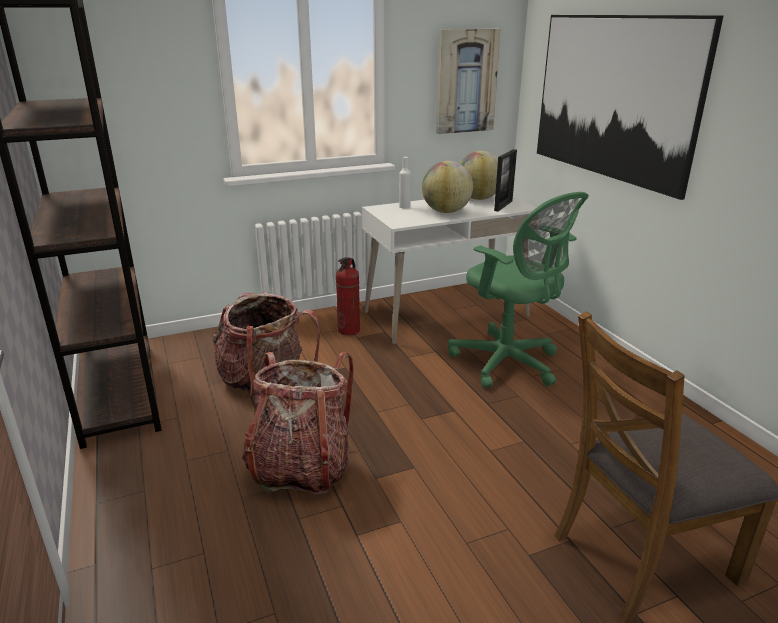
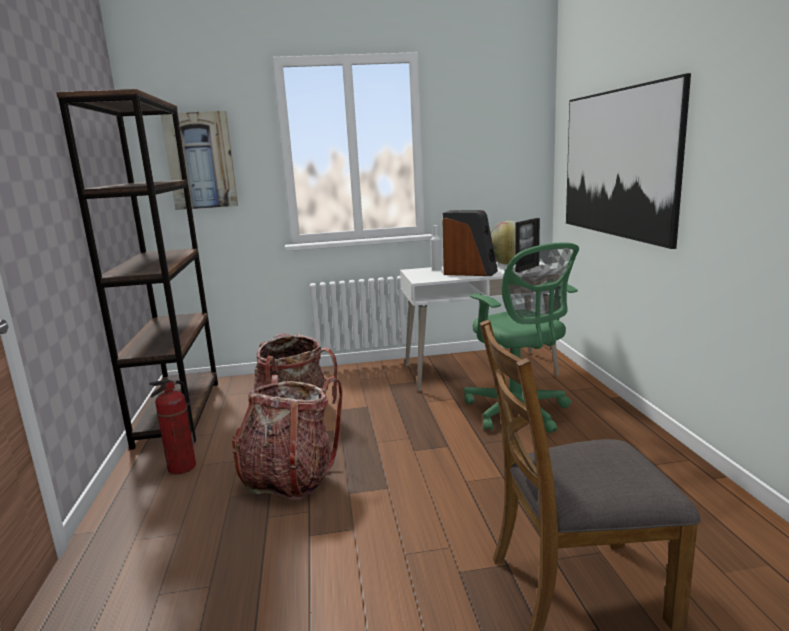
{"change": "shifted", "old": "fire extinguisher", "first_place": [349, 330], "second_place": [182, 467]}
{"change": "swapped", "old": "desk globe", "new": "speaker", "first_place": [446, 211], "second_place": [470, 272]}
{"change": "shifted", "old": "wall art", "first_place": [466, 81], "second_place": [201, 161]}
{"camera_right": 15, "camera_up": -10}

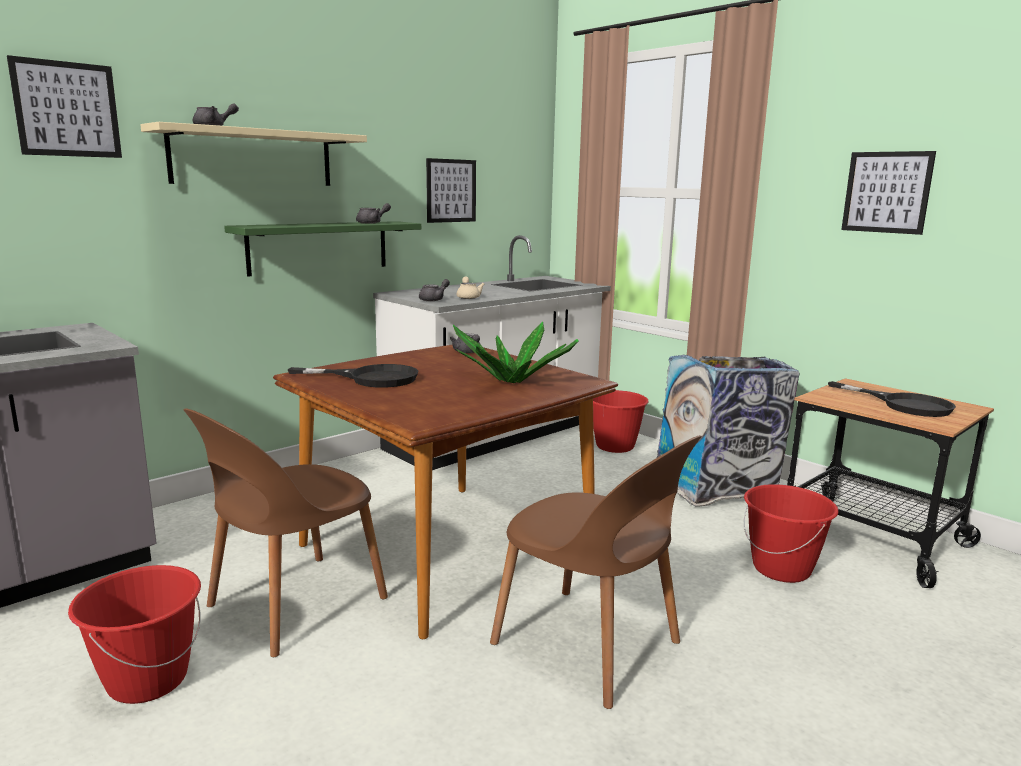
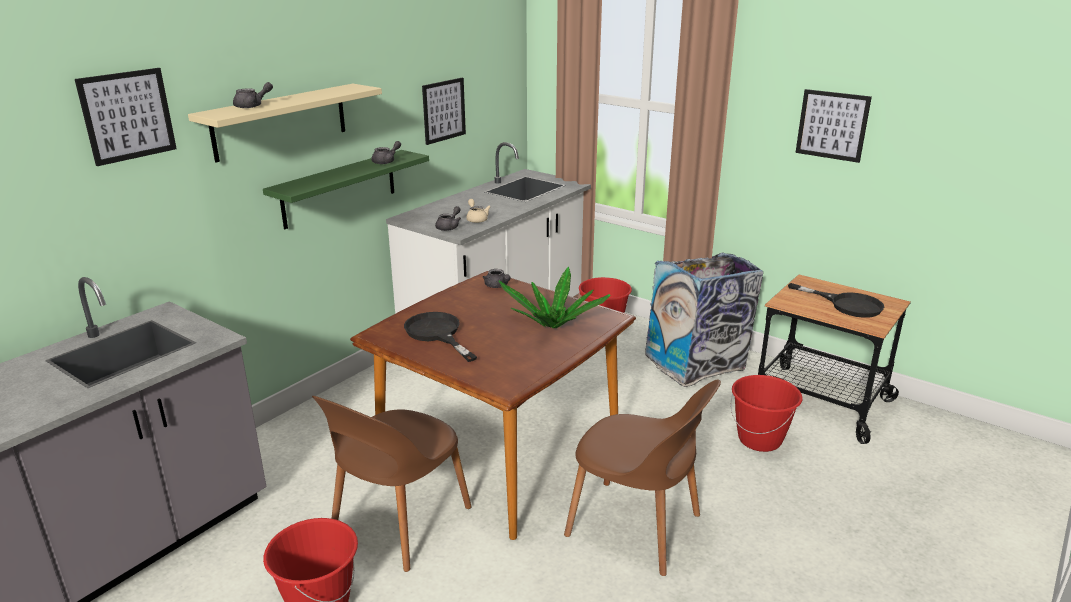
{"change": "rotated", "old": "pan (black-coloured)", "first_place": [371, 378], "second_place": [437, 334], "degrees": -120}
{"camera_right": -10, "camera_up": 10}

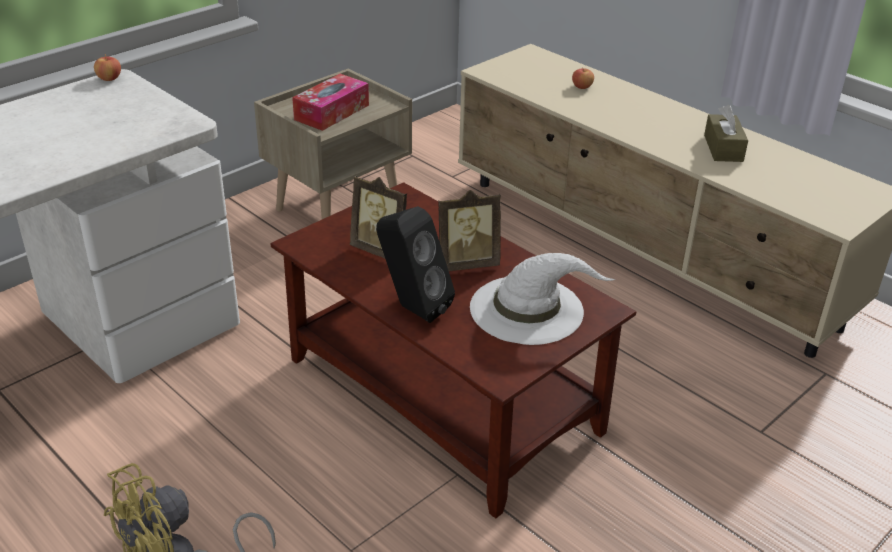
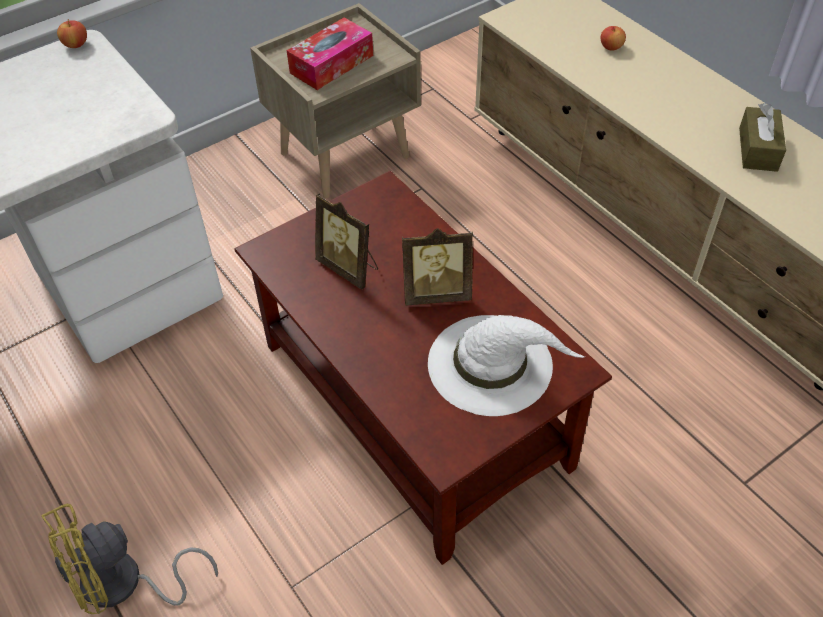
{"change": "gone", "old": "speaker (black-coloured)", "first_place": [412, 308]}
{"camera_right": 10, "camera_up": 15}

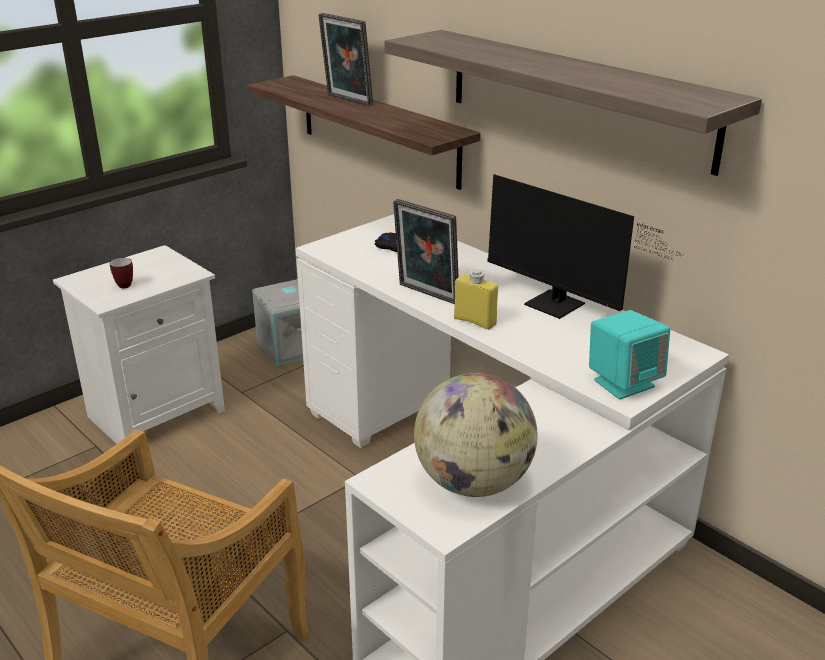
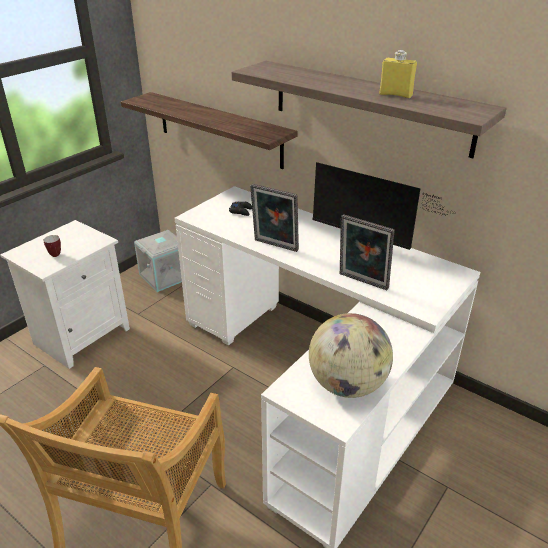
{"change": "shifted", "old": "photo frame", "first_place": [347, 100], "second_place": [362, 282]}
{"change": "shifted", "old": "bottle (yellow-coloured)", "first_place": [475, 321], "second_place": [395, 95]}
{"change": "gone", "old": "speaker (turquoise-coloured)", "first_place": [623, 383]}
{"camera_right": -10, "camera_up": 5}

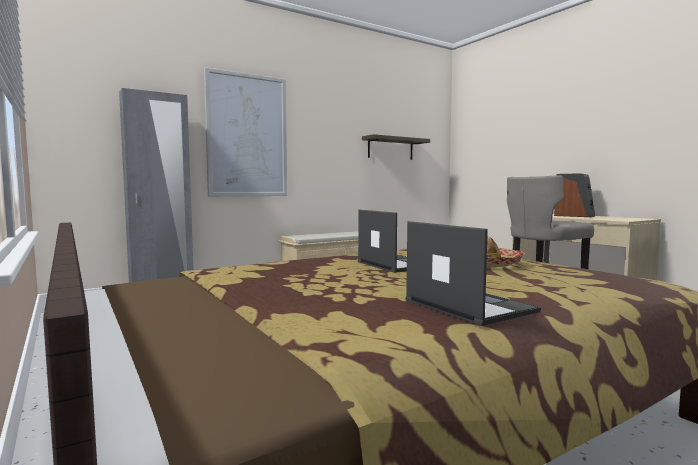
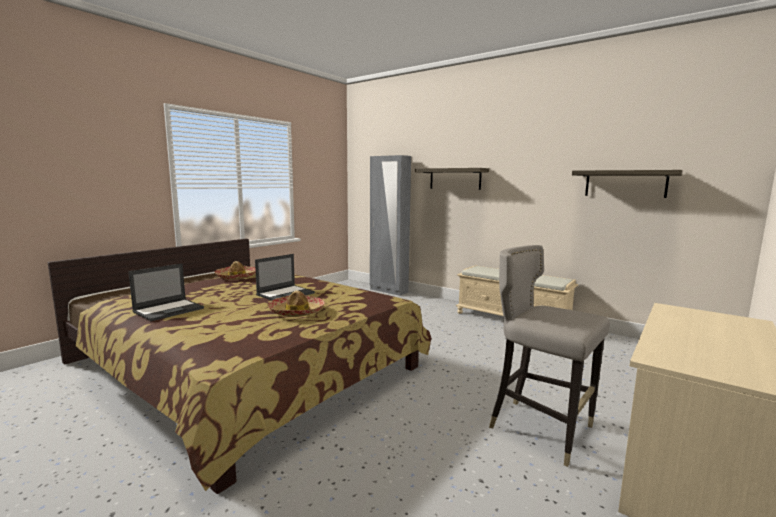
{"change": "swapped", "old": "wall art", "new": "bracket shelf", "first_place": [247, 136], "second_place": [455, 178]}
{"change": "gone", "old": "speaker", "first_place": [574, 216]}
{"change": "new", "new": "wearable hat", "second_place": [237, 277]}
{"camera_right": 70, "camera_up": 5}

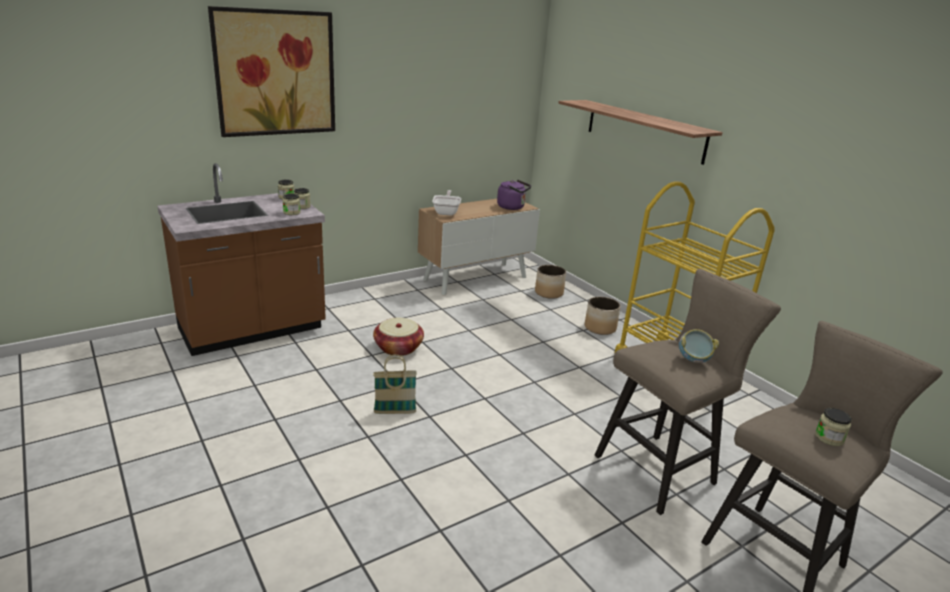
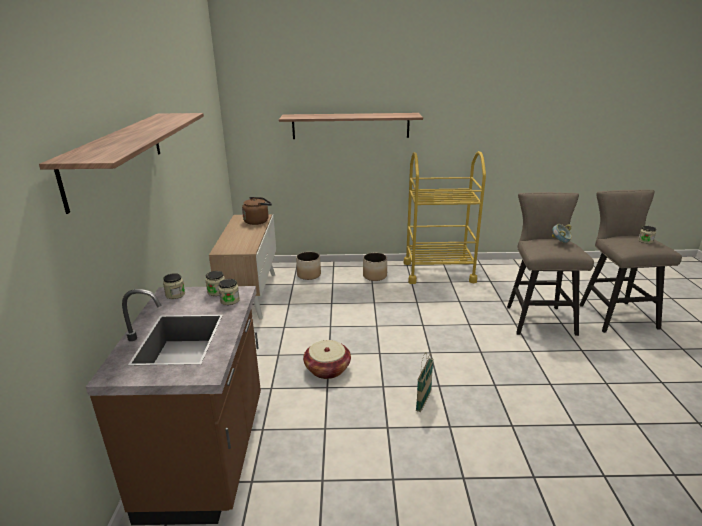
{"change": "swapped", "old": "wall art", "new": "bracket shelf", "first_place": [275, 73], "second_place": [117, 155]}
{"change": "gone", "old": "pan", "first_place": [447, 212]}
{"change": "repainted", "old": "water kettle (purple)", "new": "water kettle (brown)", "first_place": [512, 207], "second_place": [258, 221]}
{"camera_right": -55, "camera_up": 0}

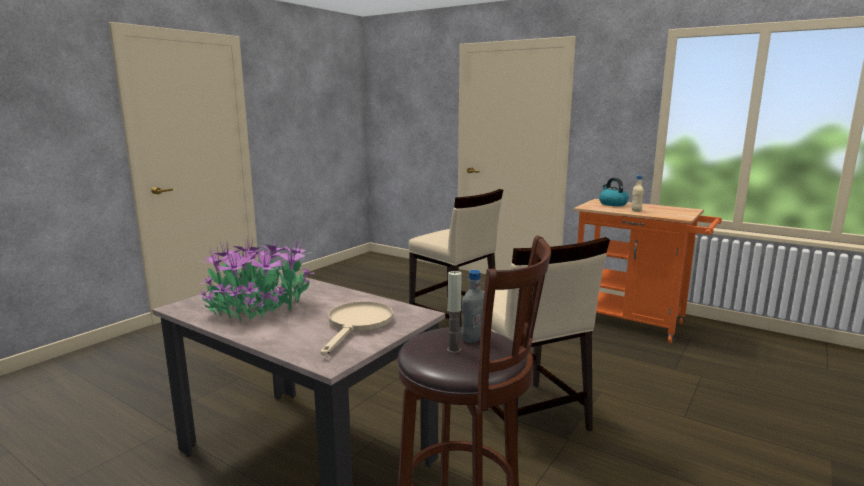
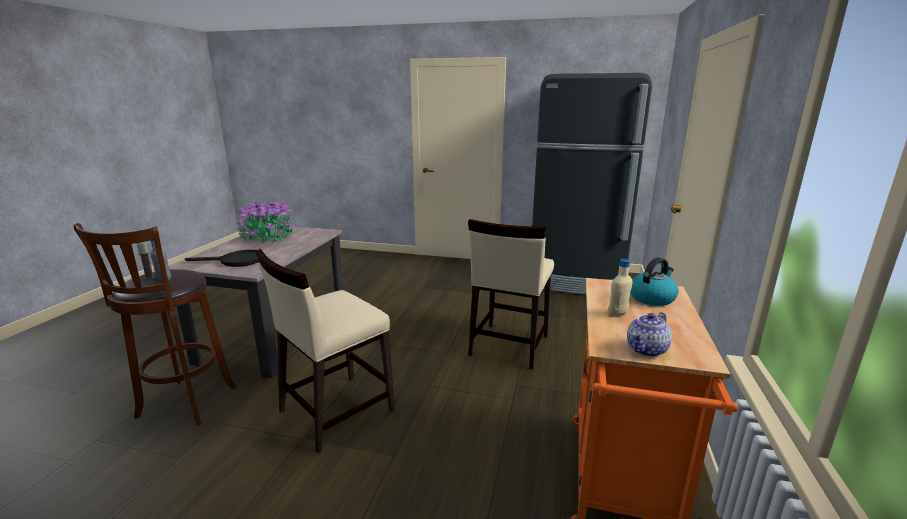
{"change": "repainted", "old": "pan (sand-coloured)", "new": "pan (black-coloured)", "first_place": [357, 325], "second_place": [236, 261]}
{"change": "new", "new": "kitchen fridge (black-coloured)", "second_place": [576, 280]}
{"change": "new", "new": "tea pot", "second_place": [647, 350]}
{"camera_right": 70, "camera_up": 5}

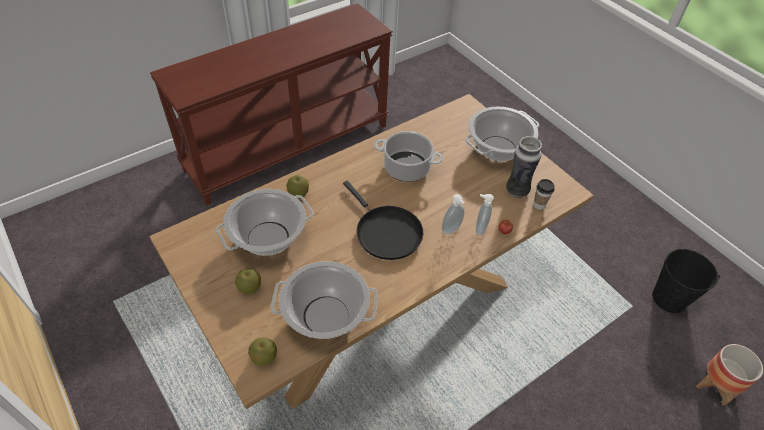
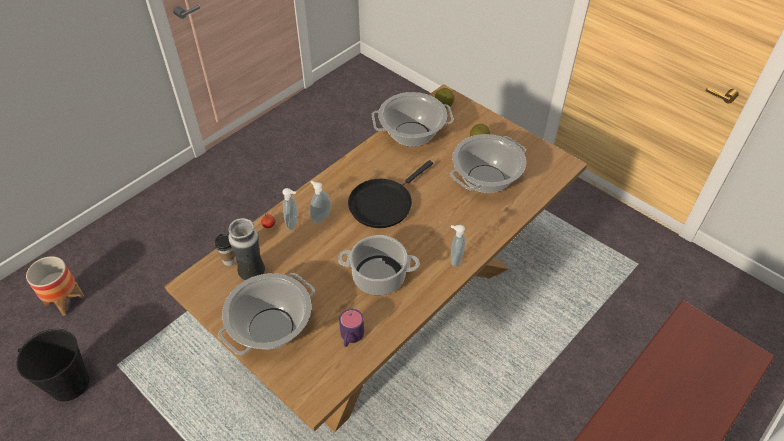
{"change": "gone", "old": "whole apple", "first_place": [298, 194]}
{"change": "rotated", "old": "pan (black-coloured)", "first_place": [385, 232], "second_place": [383, 203], "degrees": -90}
{"change": "new", "new": "mug (purple)", "second_place": [350, 337]}
{"change": "new", "new": "liquid soap bottle", "second_place": [455, 259]}
{"camera_right": 170, "camera_up": 0}

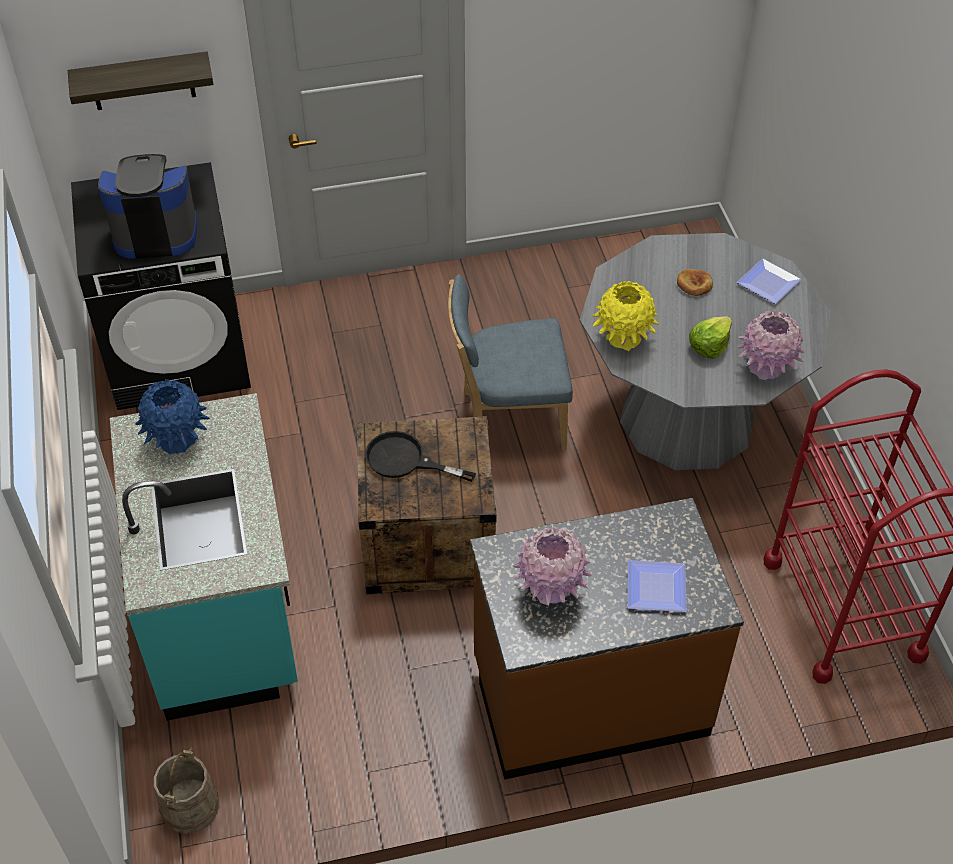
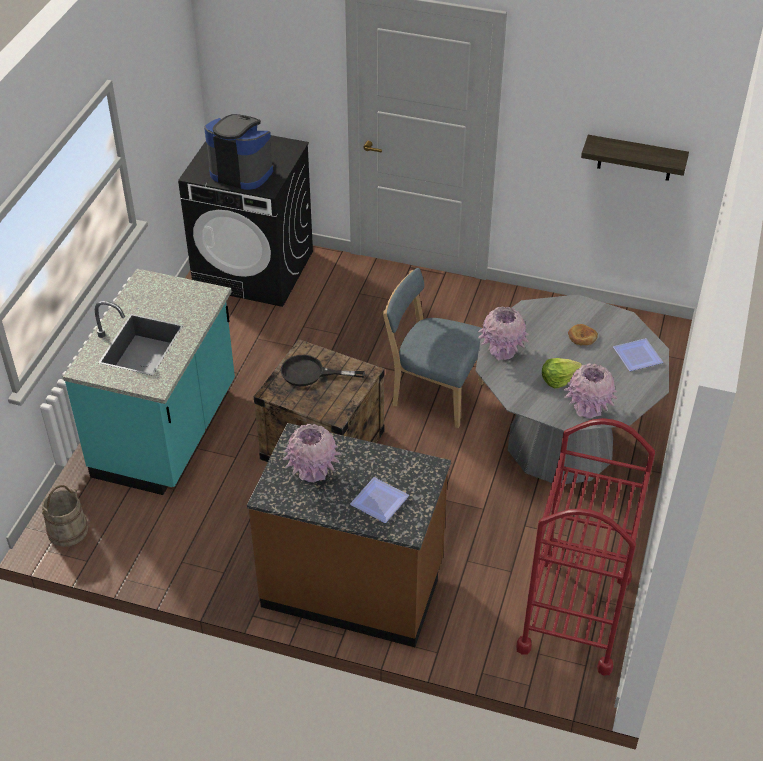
{"change": "shifted", "old": "bracket shelf", "first_place": [142, 81], "second_place": [635, 158]}
{"change": "gone", "old": "flower vase (blue-coloured)", "first_place": [177, 439]}
{"change": "rotated", "old": "pan (black-coloured)", "first_place": [405, 460], "second_place": [310, 373], "degrees": -45}
{"change": "repainted", "old": "flower vase (yellow-coloured)", "new": "flower vase (pinkish)", "first_place": [623, 338], "second_place": [502, 351]}
{"camera_right": 30, "camera_up": -5}

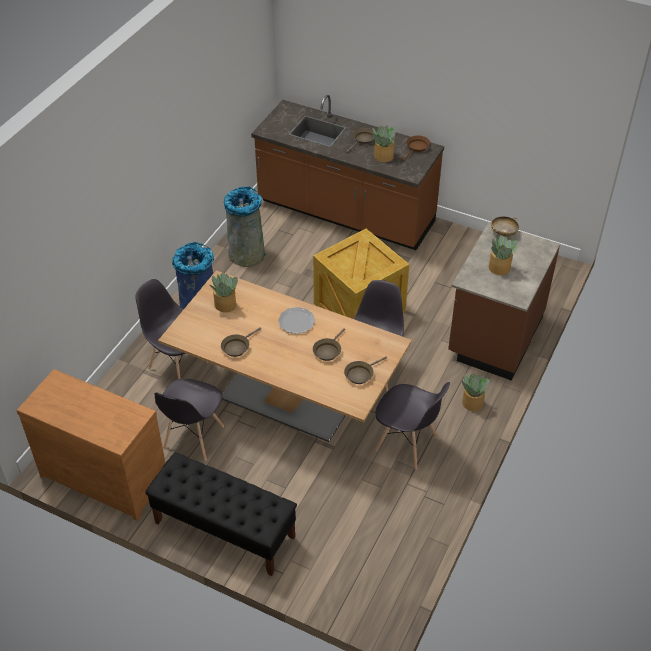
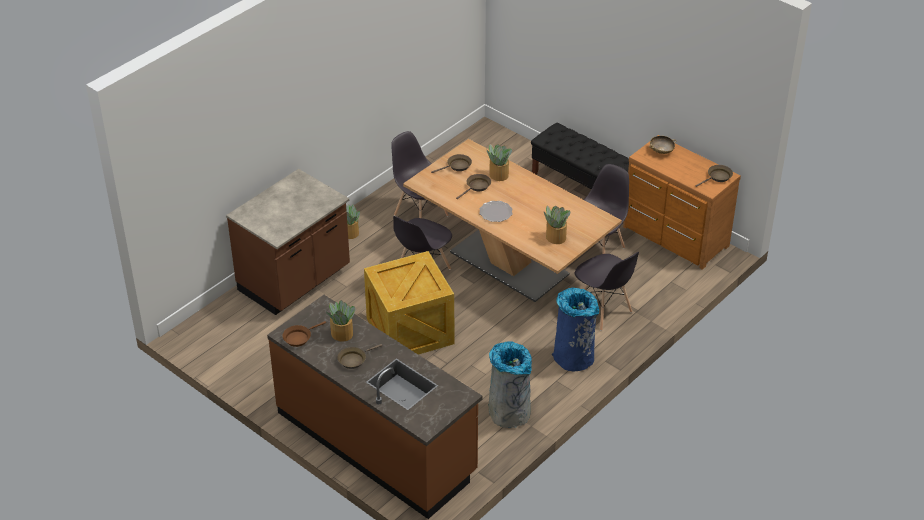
{"change": "shifted", "old": "pan (brown)", "first_place": [237, 347], "second_place": [717, 177]}
{"change": "shifted", "old": "houseplant", "first_place": [499, 268], "second_place": [498, 175]}
{"change": "shifted", "old": "serving bowl (sand-coloured)", "first_place": [503, 232], "second_place": [661, 151]}
{"camera_right": -165, "camera_up": -5}

